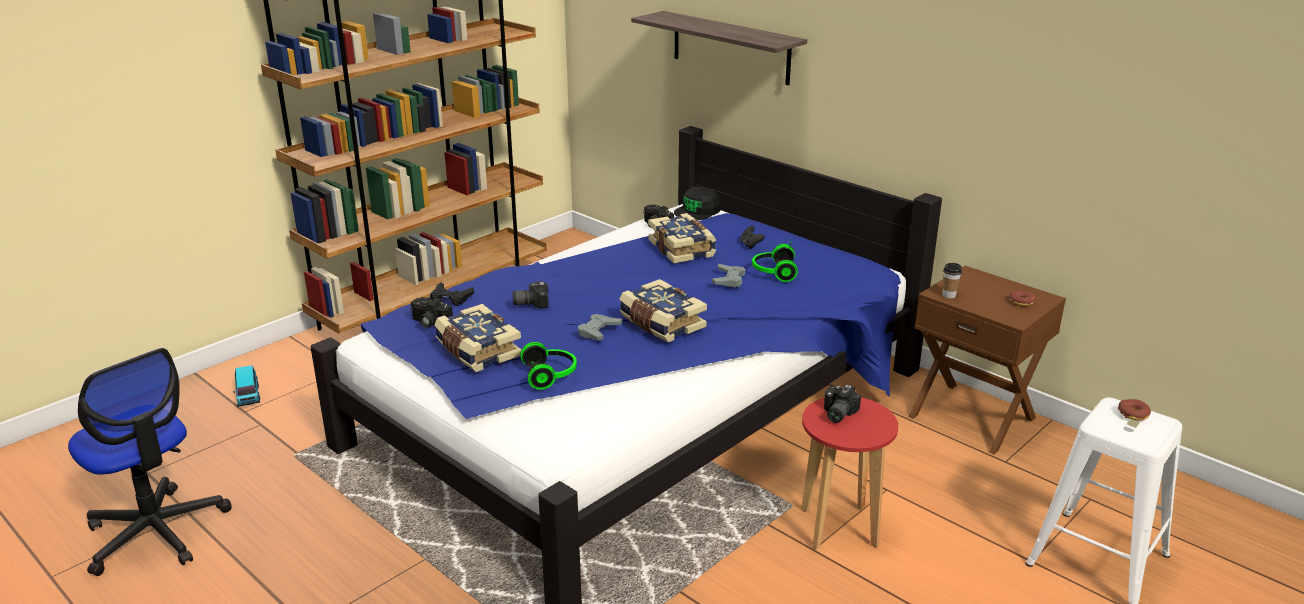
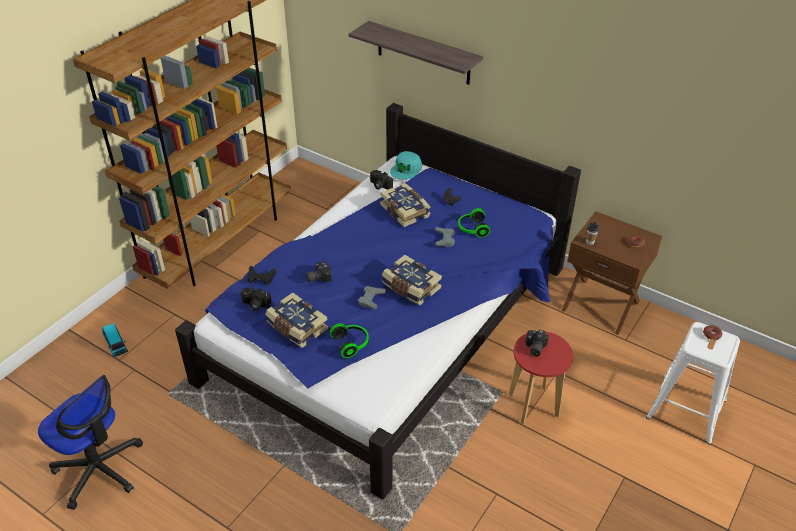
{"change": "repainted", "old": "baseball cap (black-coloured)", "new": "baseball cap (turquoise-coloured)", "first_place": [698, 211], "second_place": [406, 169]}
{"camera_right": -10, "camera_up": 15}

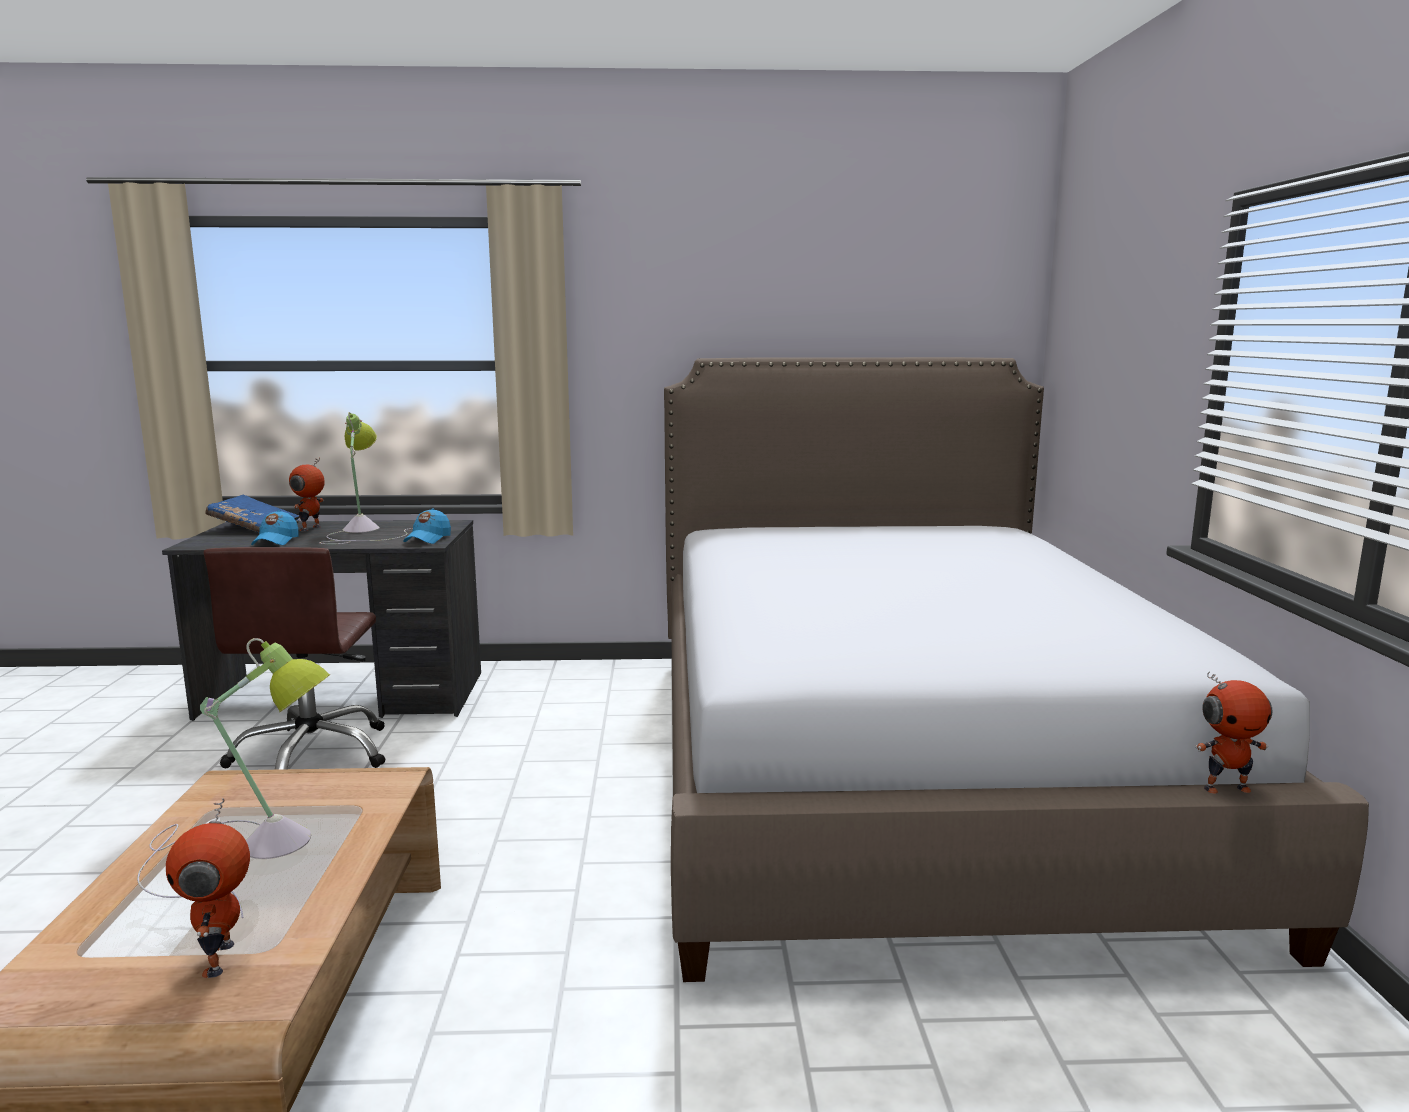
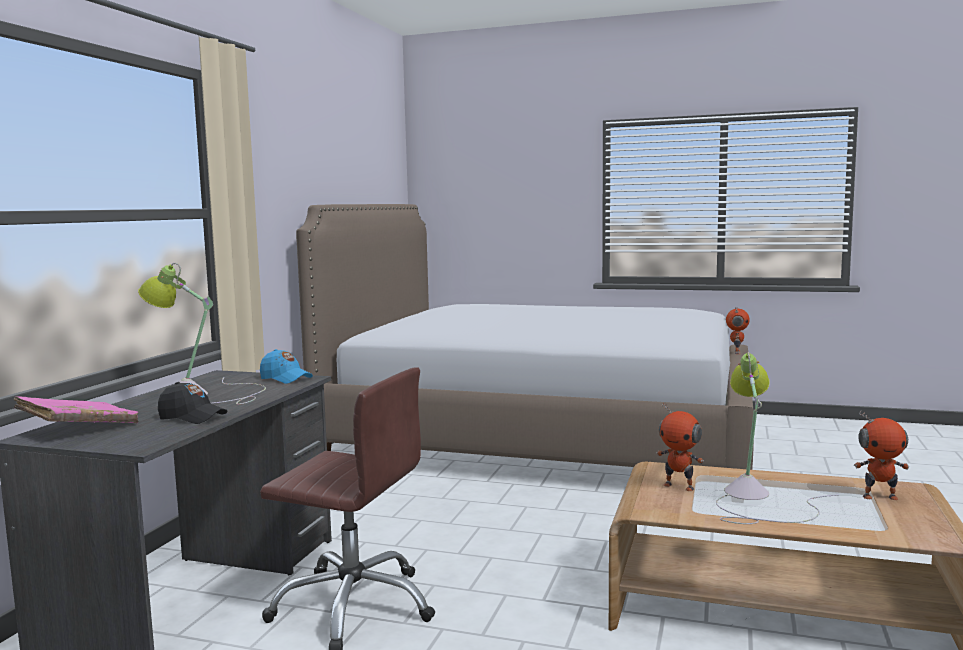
{"change": "repainted", "old": "book (blue-coloured)", "new": "book (pinkish)", "first_place": [254, 527], "second_place": [79, 428]}
{"change": "repainted", "old": "baseball cap (blue-coloured)", "new": "baseball cap (black-coloured)", "first_place": [276, 541], "second_place": [192, 417]}
{"change": "shifted", "old": "model robot", "first_place": [311, 529], "second_place": [679, 486]}
{"camera_right": -70, "camera_up": -5}

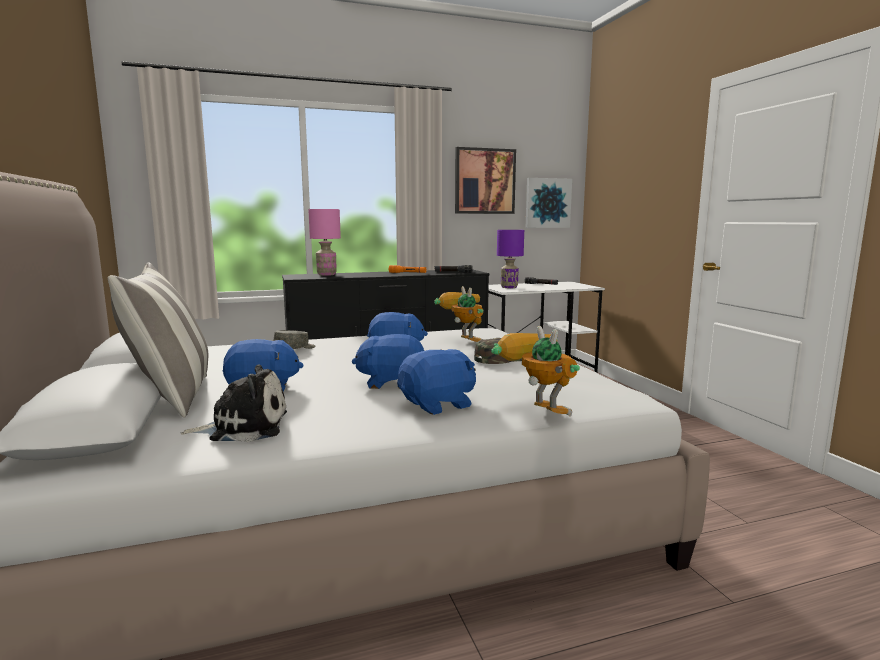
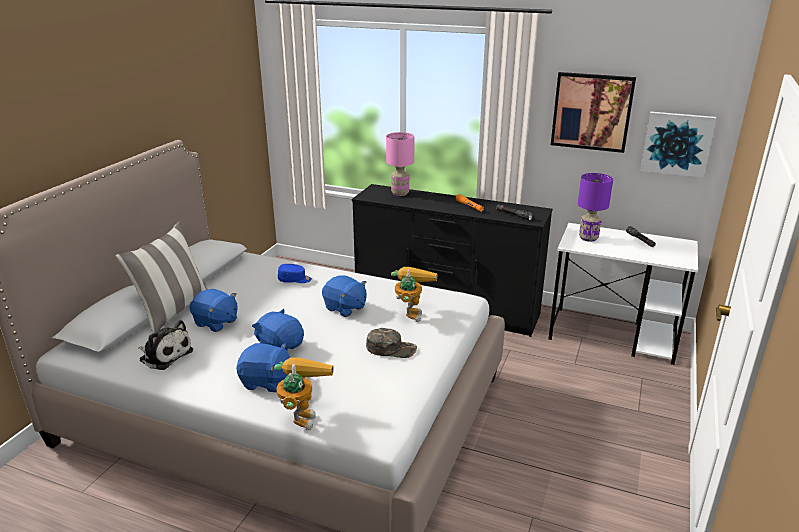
{"change": "repainted", "old": "baseball cap (greyish)", "new": "baseball cap (blue-coloured)", "first_place": [295, 349], "second_place": [295, 280]}
{"camera_right": 40, "camera_up": 15}

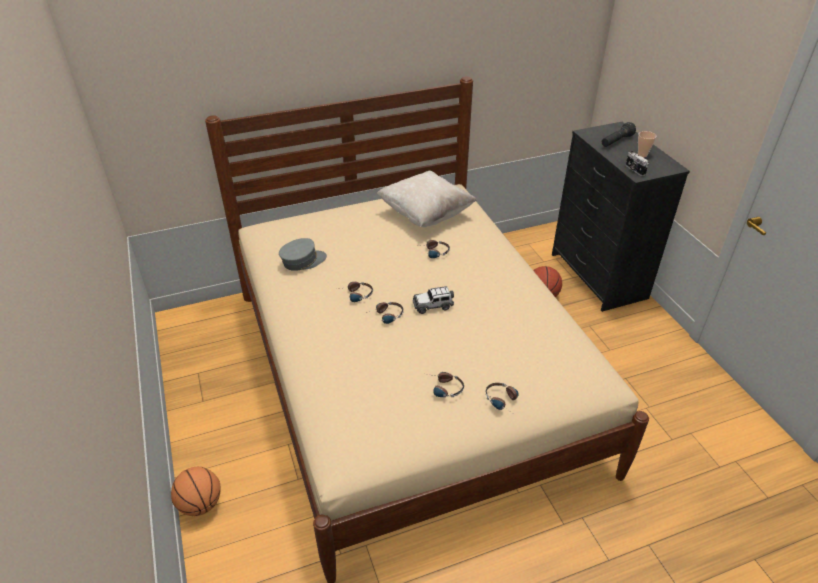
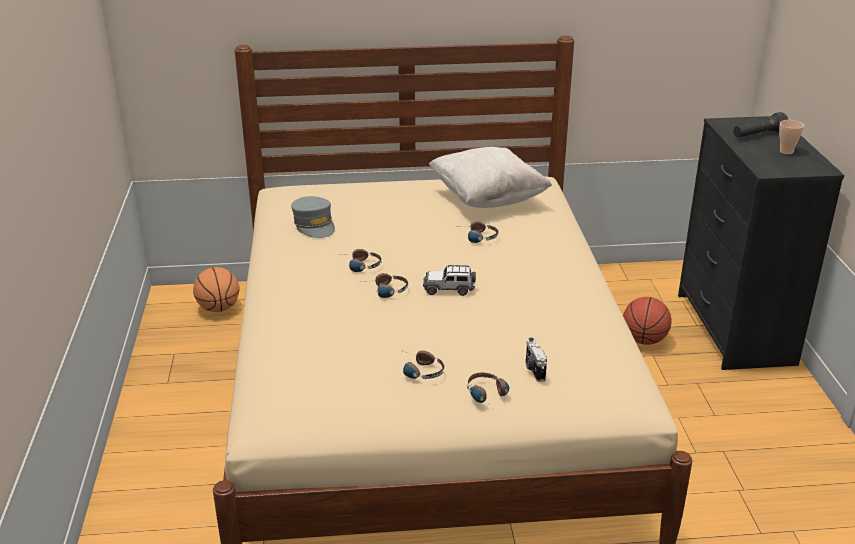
{"change": "shifted", "old": "ball for basketball", "first_place": [200, 504], "second_place": [218, 308]}
{"change": "rotated", "old": "baseball cap (greyish)", "first_place": [303, 261], "second_place": [314, 225], "degrees": 75}
{"change": "shifted", "old": "still camera", "first_place": [634, 170], "second_place": [534, 369]}
{"camera_right": 15, "camera_up": -10}

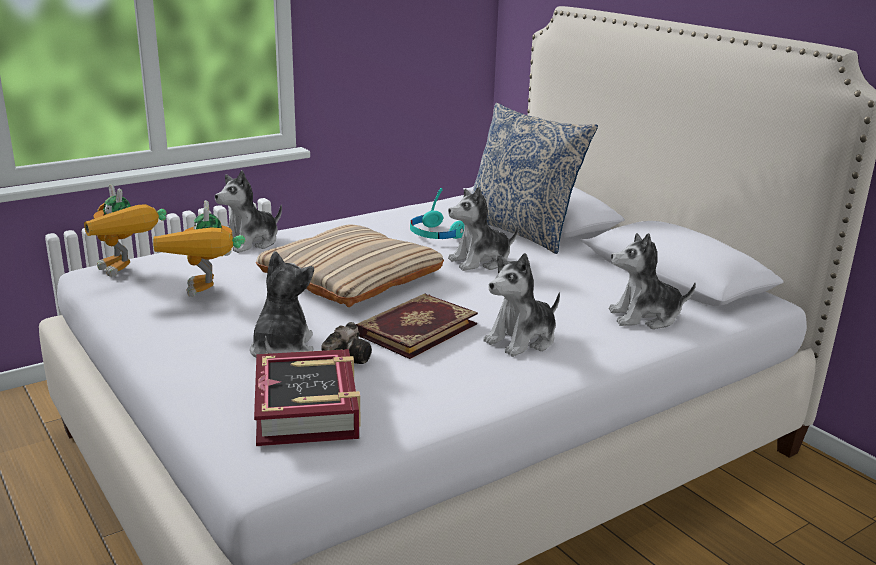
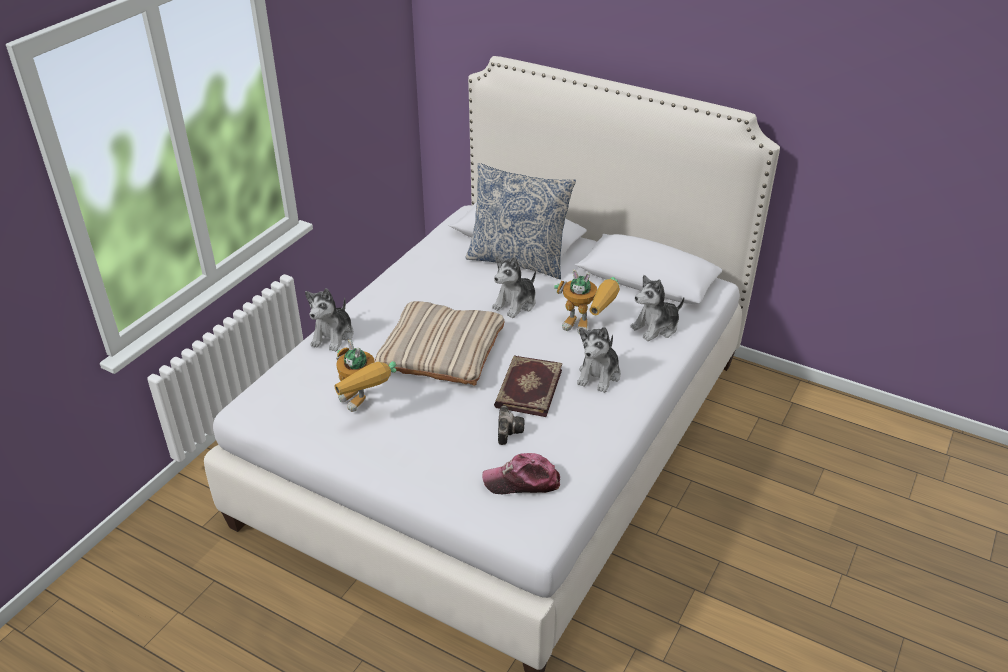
{"change": "shifted", "old": "model robot", "first_place": [127, 272], "second_place": [587, 327]}
{"change": "gone", "old": "plush toy", "first_place": [282, 349]}
{"change": "swapped", "old": "book", "new": "baseball cap", "first_place": [307, 409], "second_place": [522, 481]}
{"change": "gone", "old": "headset (turquoise-coloured)", "first_place": [435, 234]}
{"camera_right": -25, "camera_up": 15}

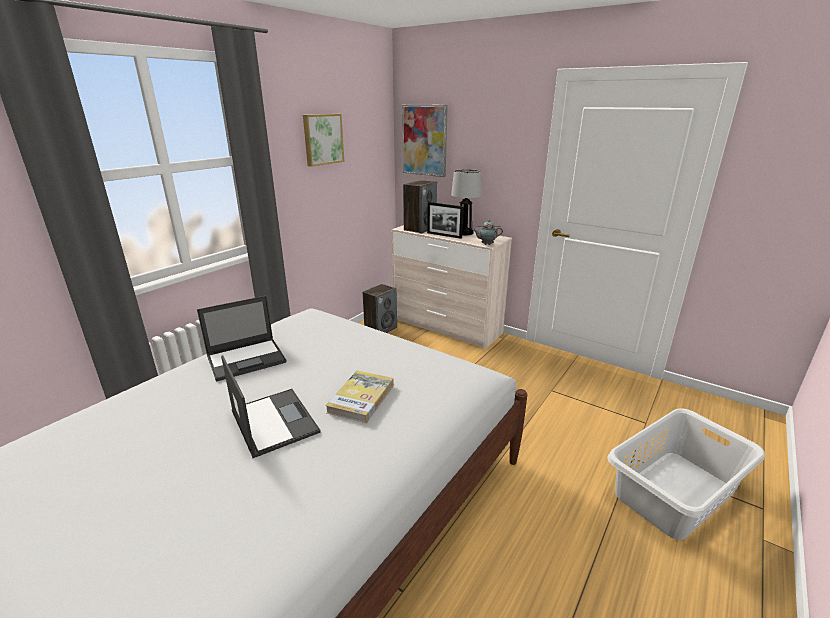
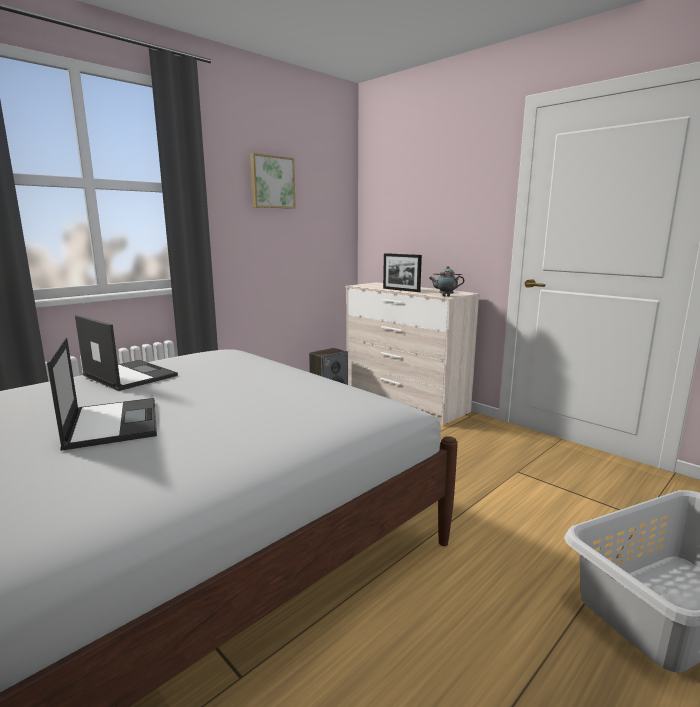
{"change": "rotated", "old": "notebook computer", "first_place": [247, 359], "second_place": [129, 375], "degrees": -120}
{"change": "gone", "old": "book", "first_place": [361, 398]}
{"change": "gone", "old": "wall art", "first_place": [424, 140]}
{"change": "gone", "old": "speaker", "first_place": [420, 229]}
{"change": "gone", "old": "lamp for a table", "first_place": [465, 233]}
{"camera_right": 10, "camera_up": -10}

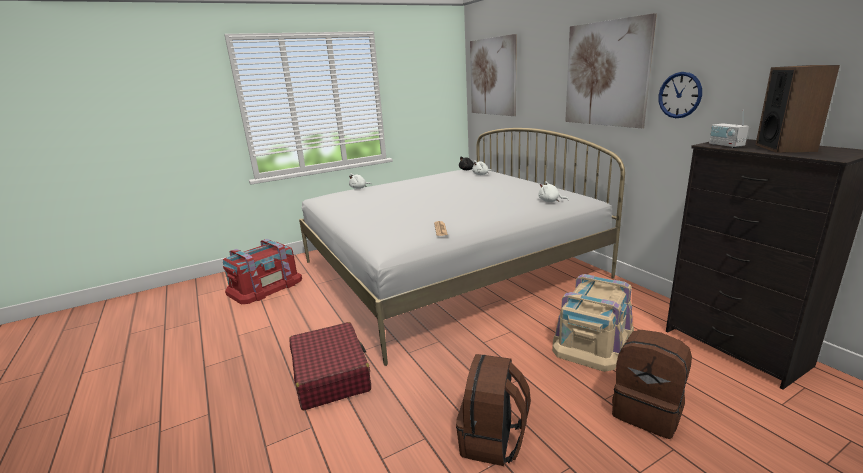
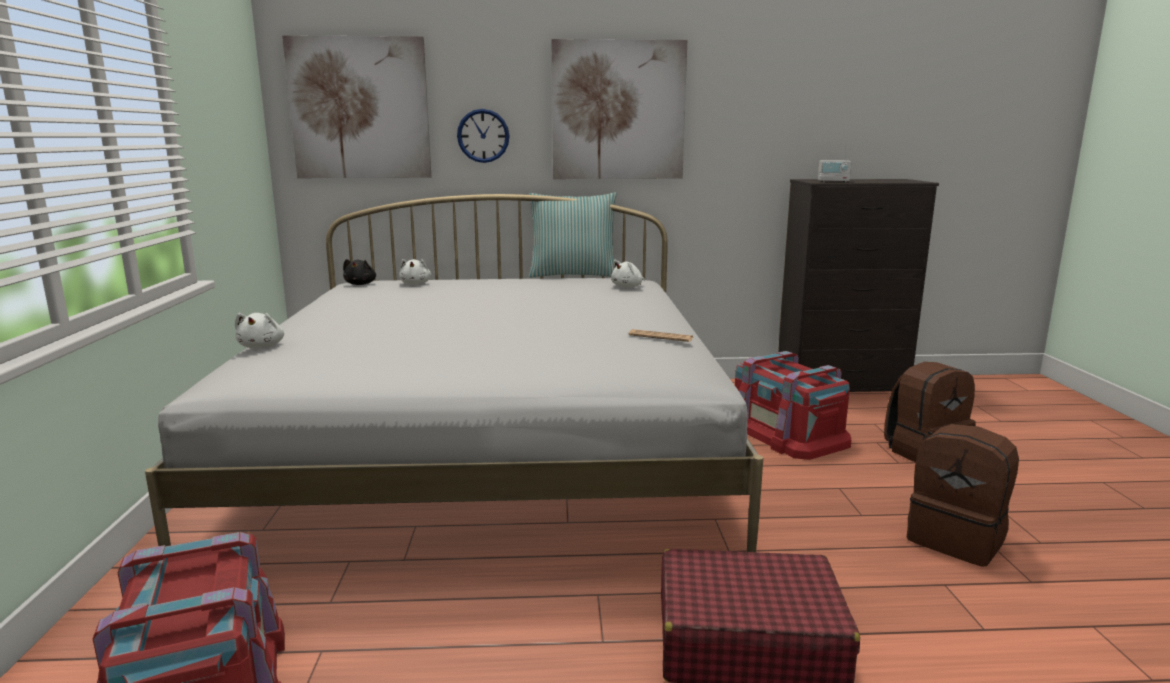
{"change": "repainted", "old": "storage bin (sand-coloured)", "new": "storage bin (reddish)", "first_place": [592, 339], "second_place": [785, 433]}
{"change": "shifted", "old": "wall clock", "first_place": [679, 95], "second_place": [483, 136]}
{"change": "gone", "old": "speaker", "first_place": [785, 148]}
{"change": "new", "new": "throw pillow", "second_place": [573, 275]}
{"camera_right": -65, "camera_up": -5}

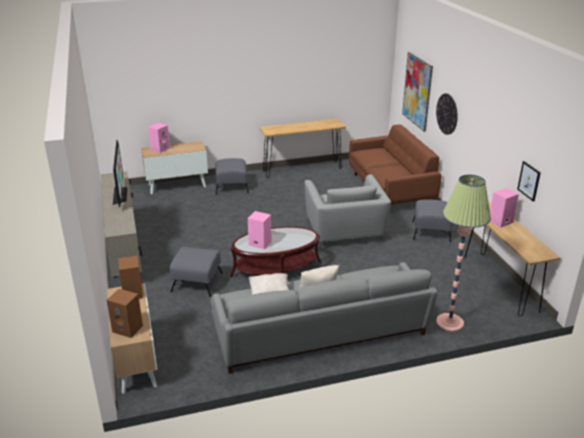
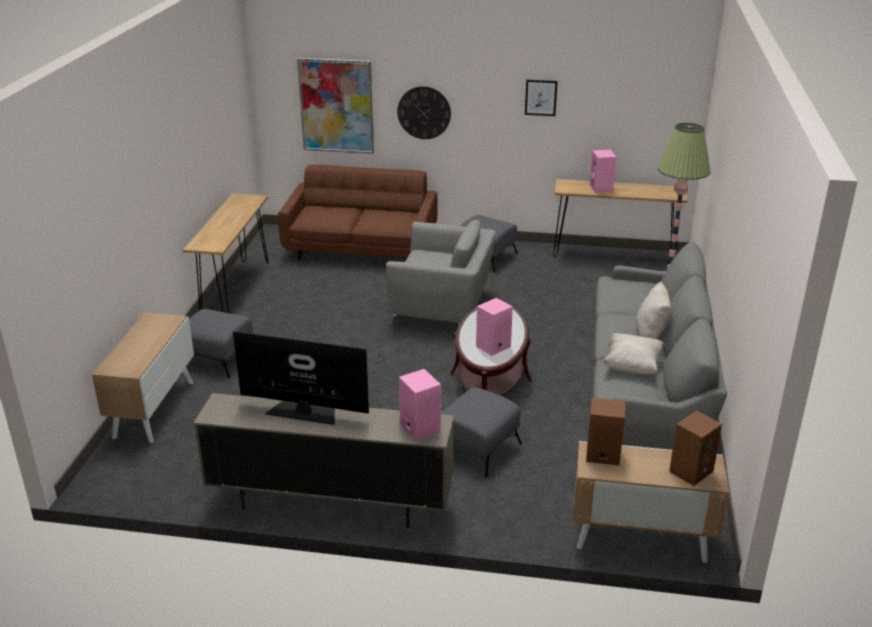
{"change": "shifted", "old": "speaker (pinkish)", "first_place": [160, 149], "second_place": [419, 428]}
{"change": "shifted", "old": "wall art", "first_place": [529, 181], "second_place": [541, 97]}
{"camera_right": -65, "camera_up": 0}

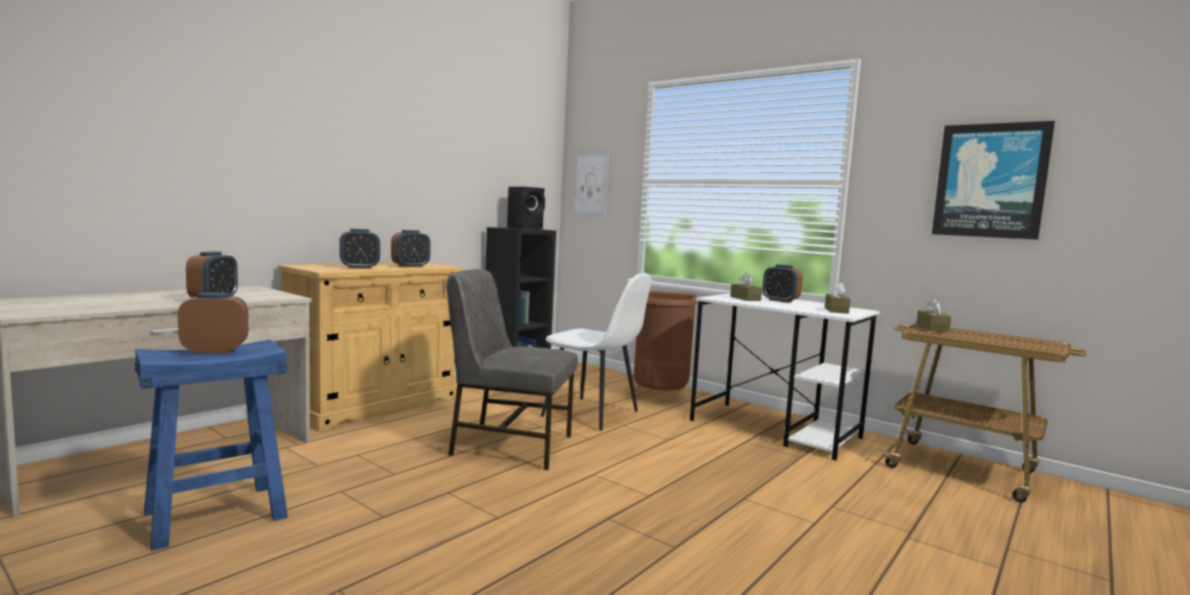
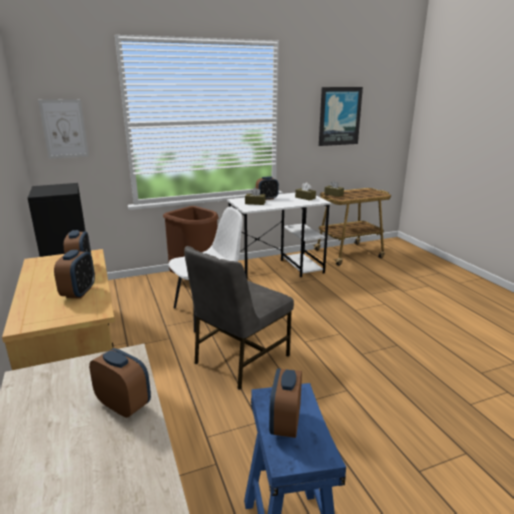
{"change": "gone", "old": "speaker (black-coloured)", "first_place": [526, 228]}
{"camera_right": -60, "camera_up": 15}

